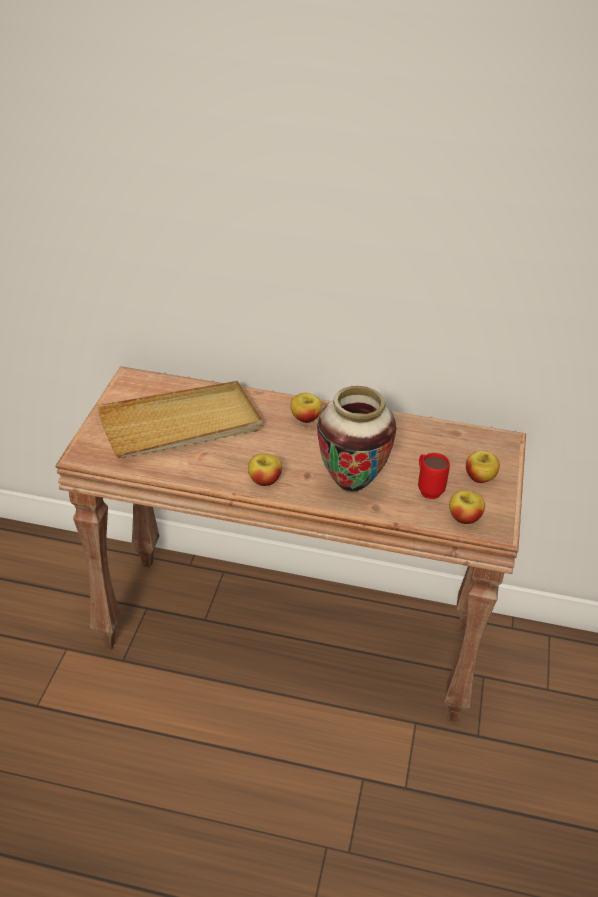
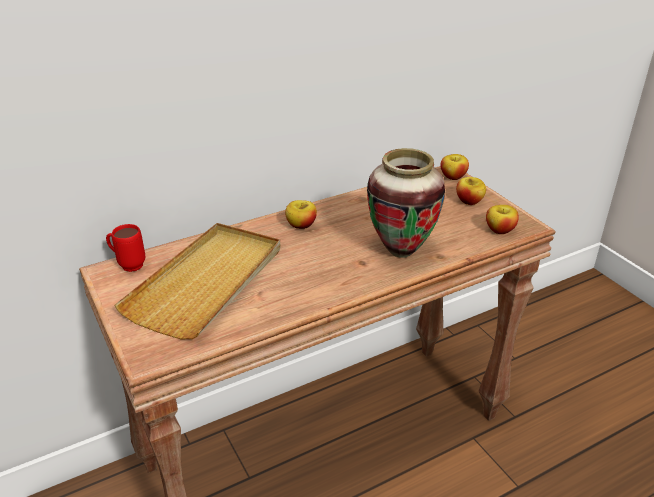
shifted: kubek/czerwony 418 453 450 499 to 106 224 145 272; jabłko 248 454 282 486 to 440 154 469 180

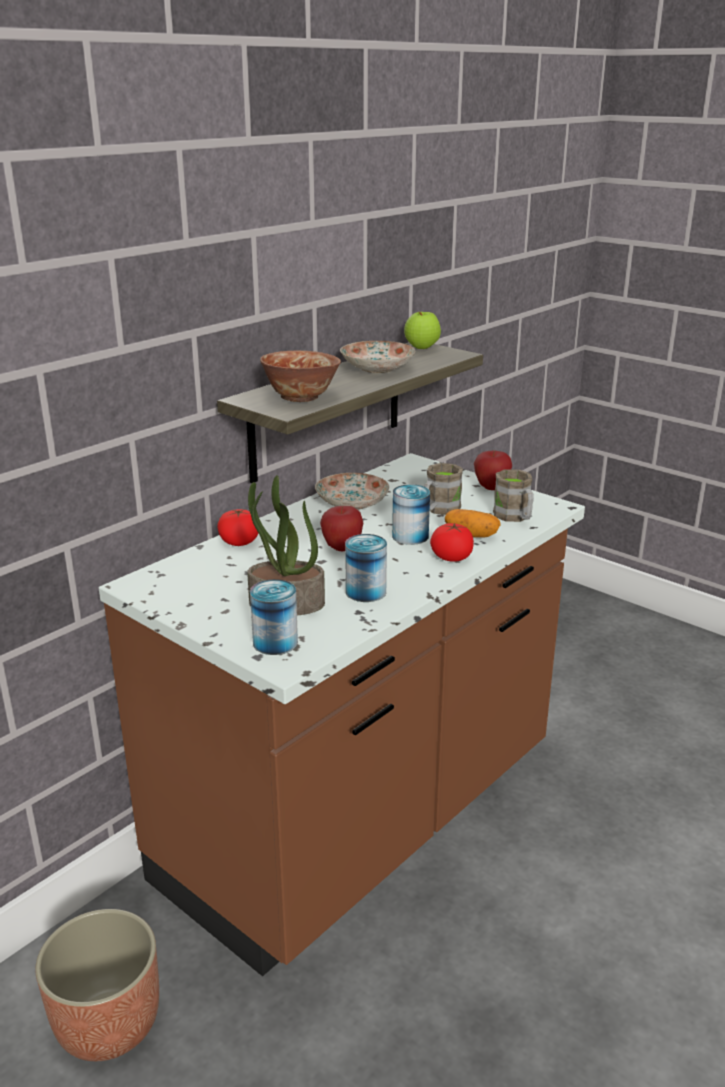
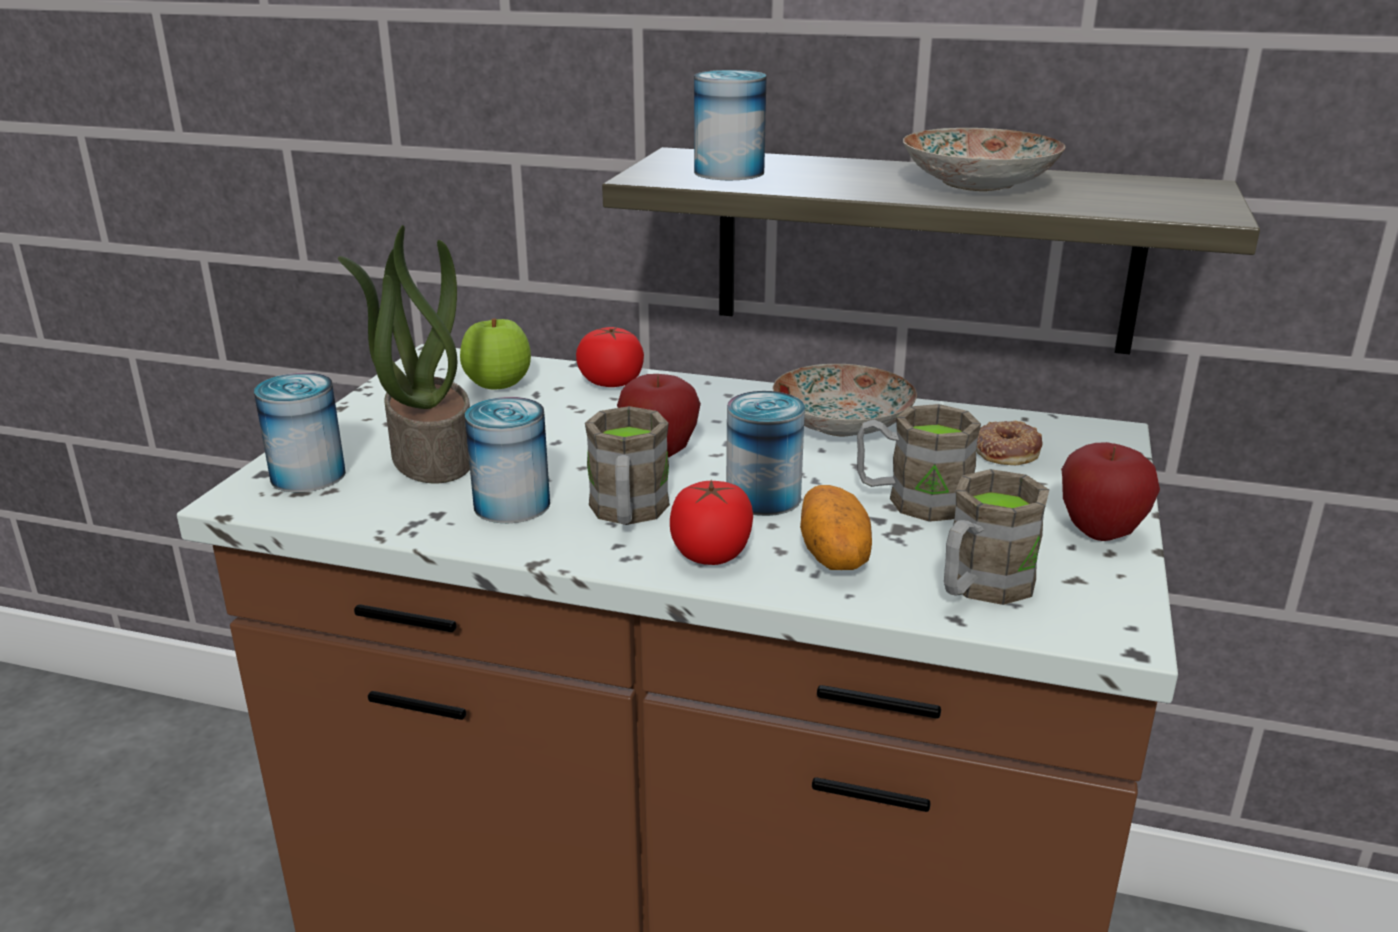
gone: donica 35 909 159 1061
new: kubek/brązowy 585 406 670 525; donut 976 421 1043 465
shifted: jabłko 404 312 441 349 to 460 318 531 390
swapped: miska 260 351 341 402 to puszka 694 70 767 180

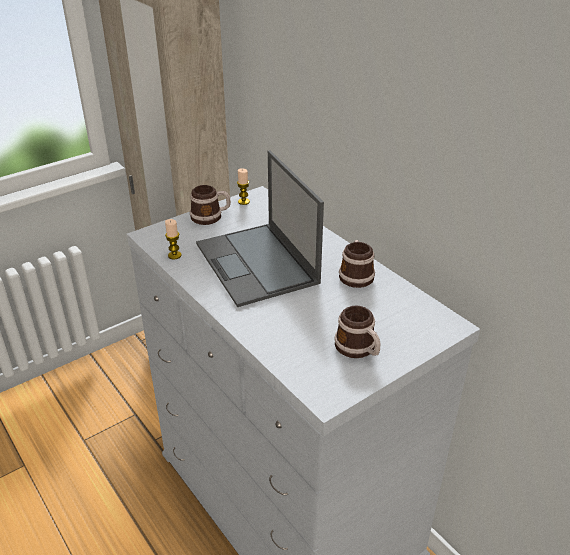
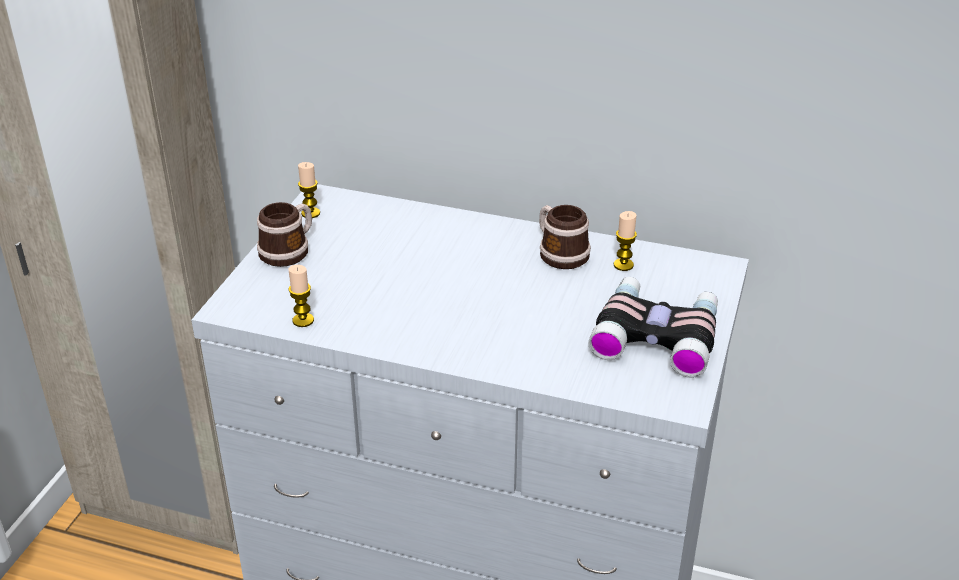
gone: laptop 196 150 324 307
new: świeca 614 211 637 271
swapped: kubek 334 306 380 358 to lornetka 588 277 718 378

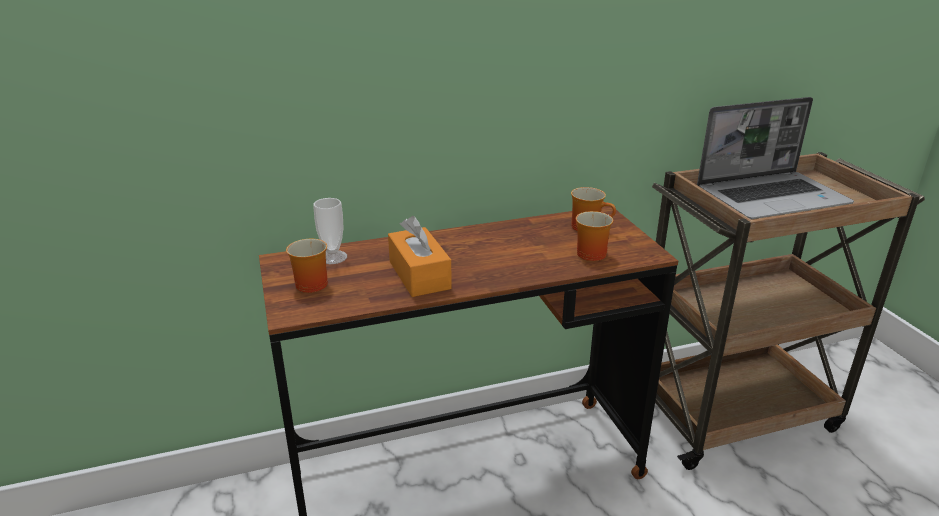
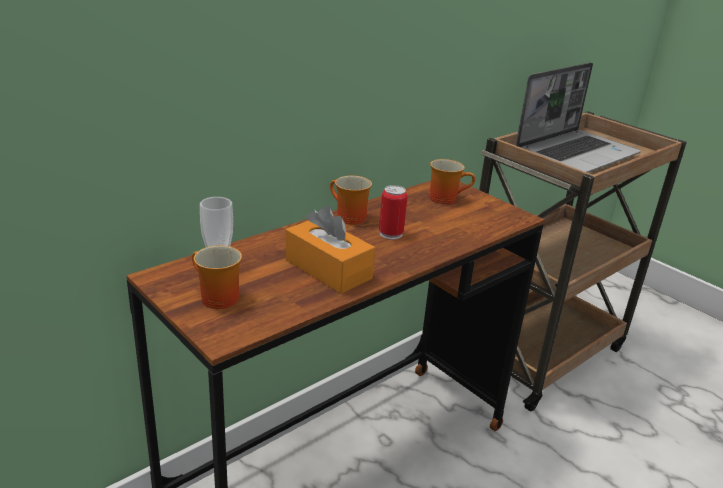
new: puszka 379 185 407 240
shifted: kubek 576 211 613 261 to 330 176 372 225

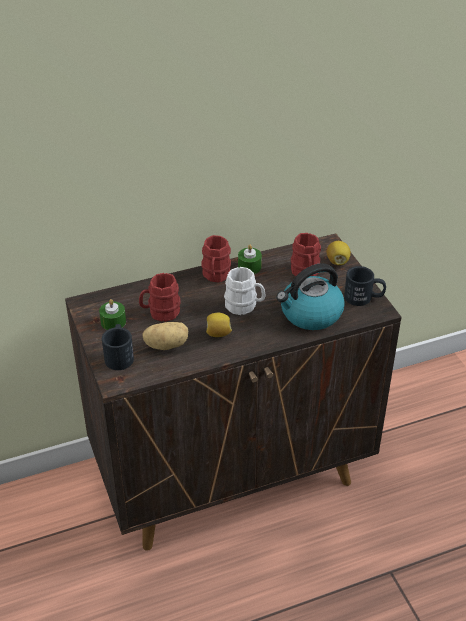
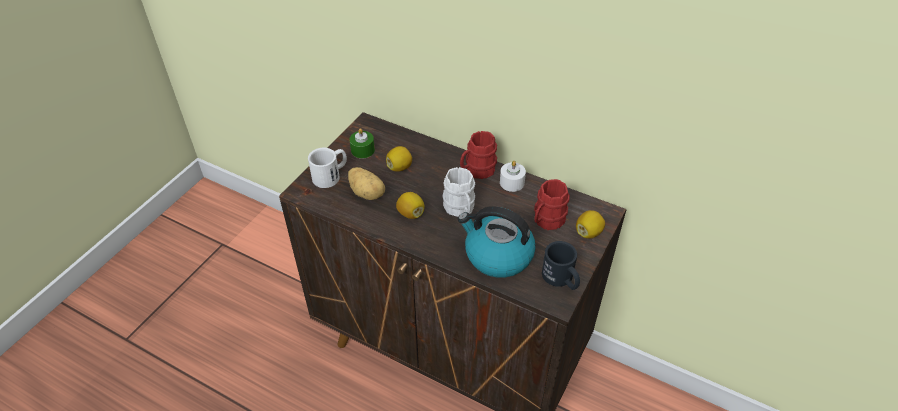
swapped: kubek/czerwony 139 273 181 322 to cytryna 386 146 412 172
repainted: świeca/zielony 238 245 262 274 to świeca/biały 500 161 526 192; kubek/czarny 102 324 134 370 to kubek/biały 308 148 347 188

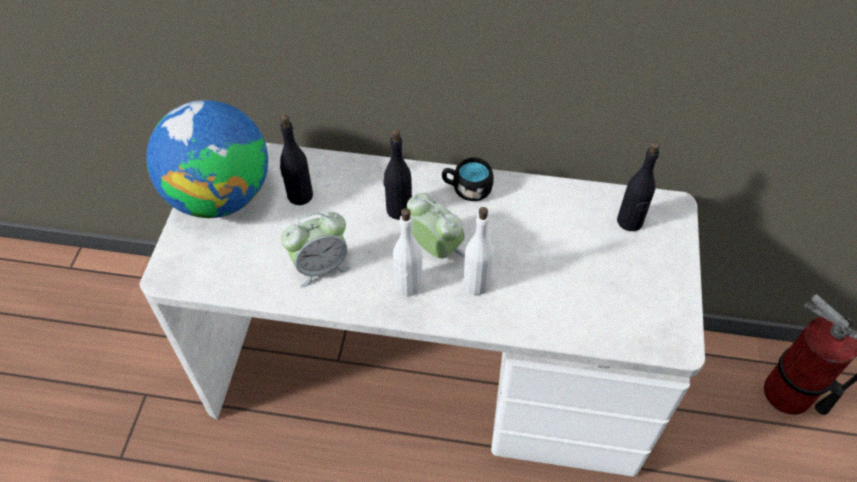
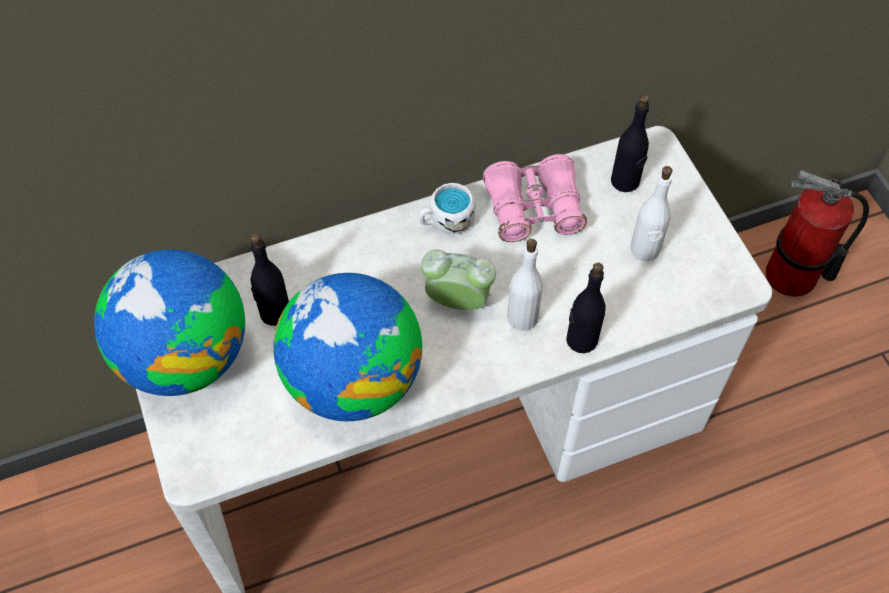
new: lornetka/różowy 483 154 587 242
shifted: butelka/czarny 383 130 412 220 to 566 263 606 353; butelka/biały 393 208 422 296 to 630 166 672 261
swapped: budzik 281 212 351 288 to globus 273 273 422 421
repainted: kubek/czarny 442 157 494 201 to kubek/biały 419 183 476 234

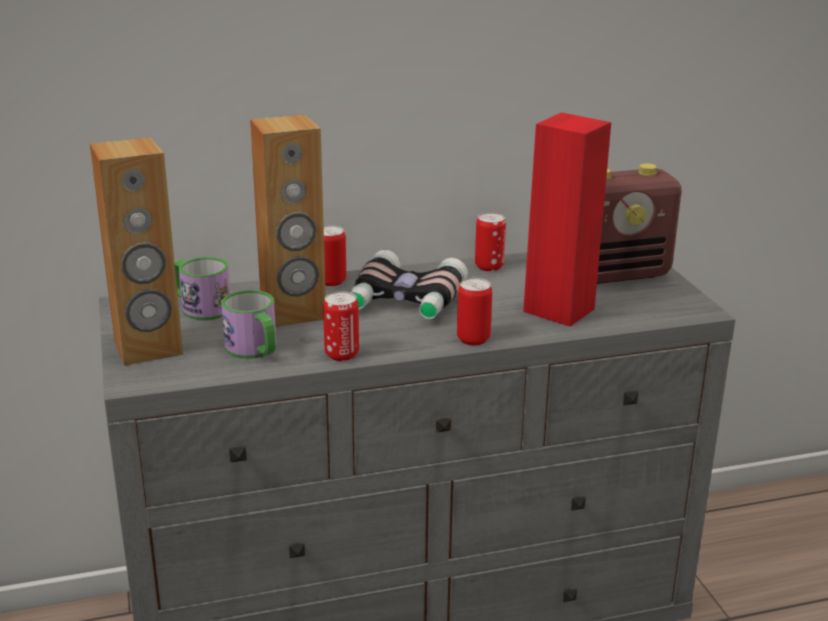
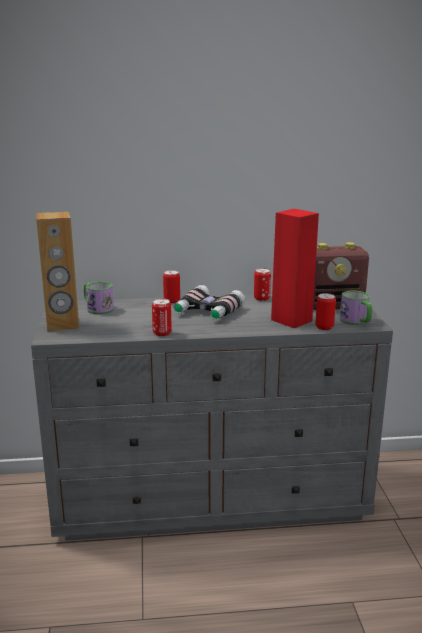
gone: głośnik/brązowy 250 114 326 327
shifted: puszka 457 278 492 345 to 315 293 336 330; kubek 221 290 276 359 to 340 291 372 325

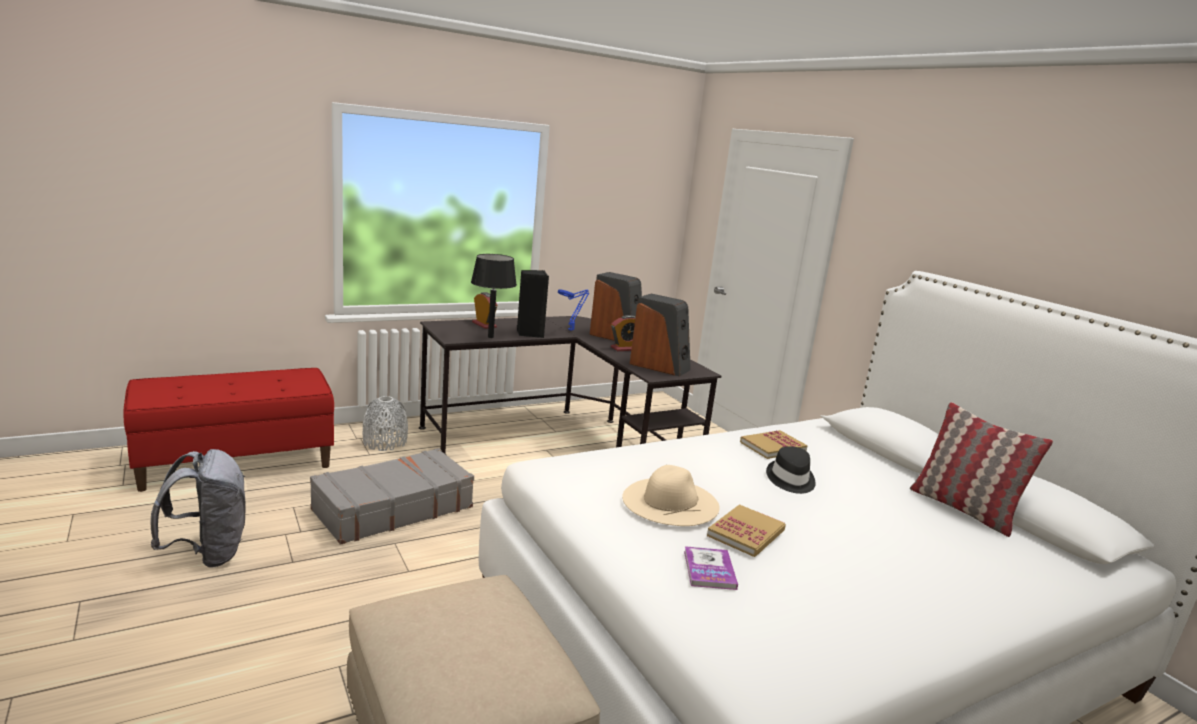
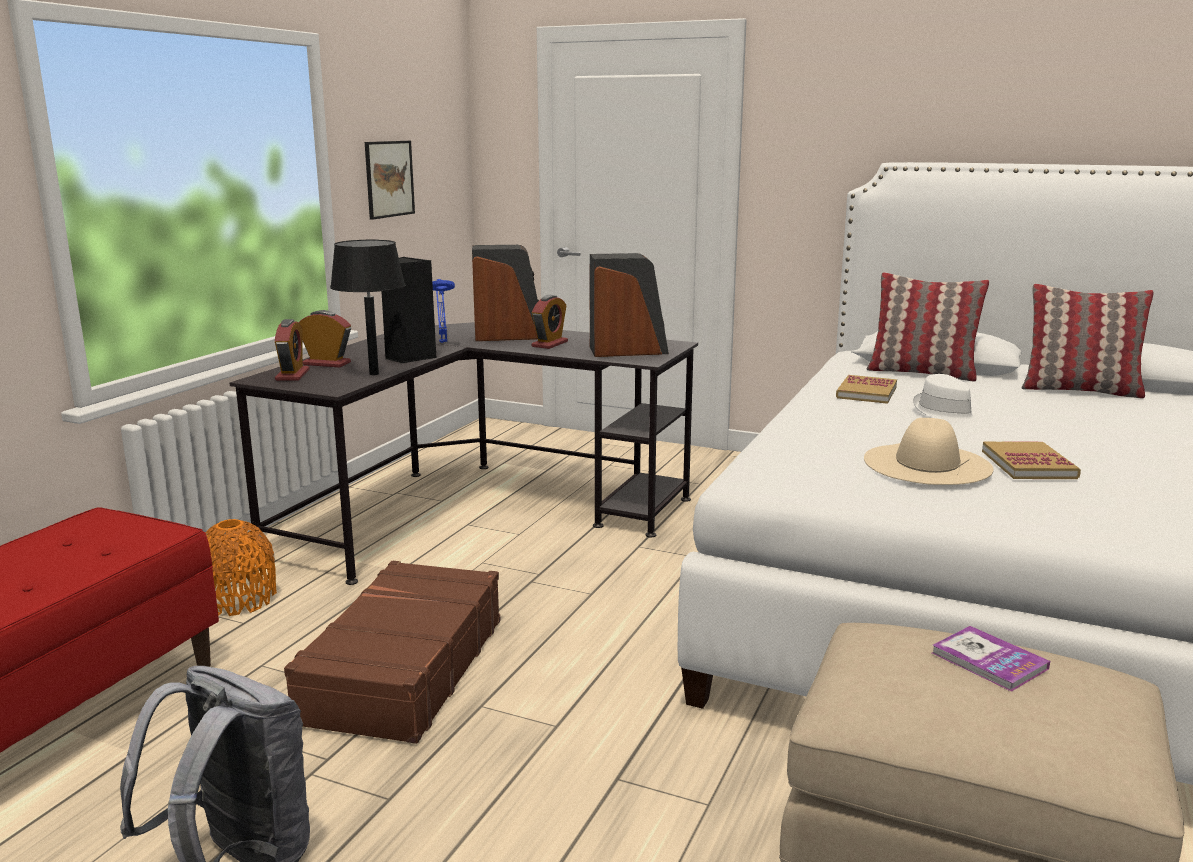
new: obraz 365 141 415 220; poduszka 867 272 989 382; budzik 275 319 310 381
shifted: książka 684 546 738 590 to 932 626 1050 692
repainted: wazon/szary 363 396 408 451 to wazon/pomarańczowy 205 519 277 616; kapelusz/czarny 766 446 815 494 to kapelusz/biały 913 374 980 422; walizka/szary 310 448 474 545 to walizka/brązowy 284 561 500 744

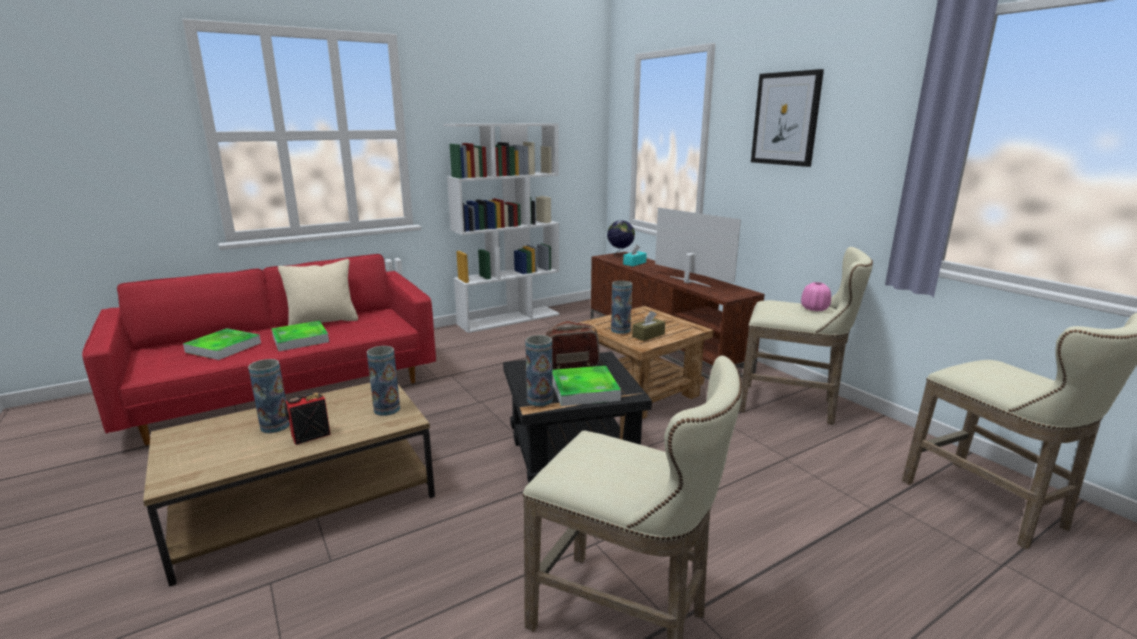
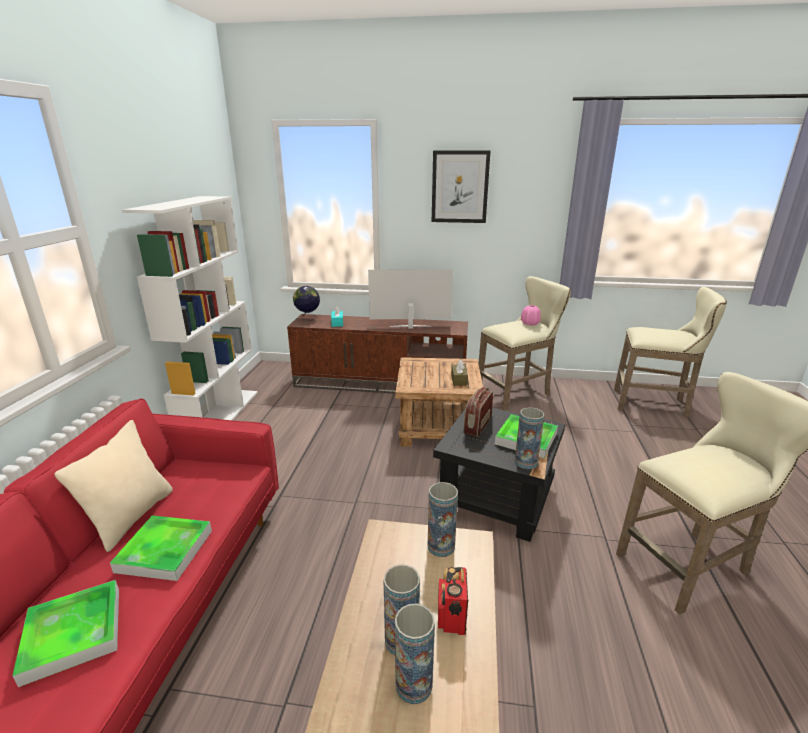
shifted: wazon 611 281 632 334 to 395 603 435 704

